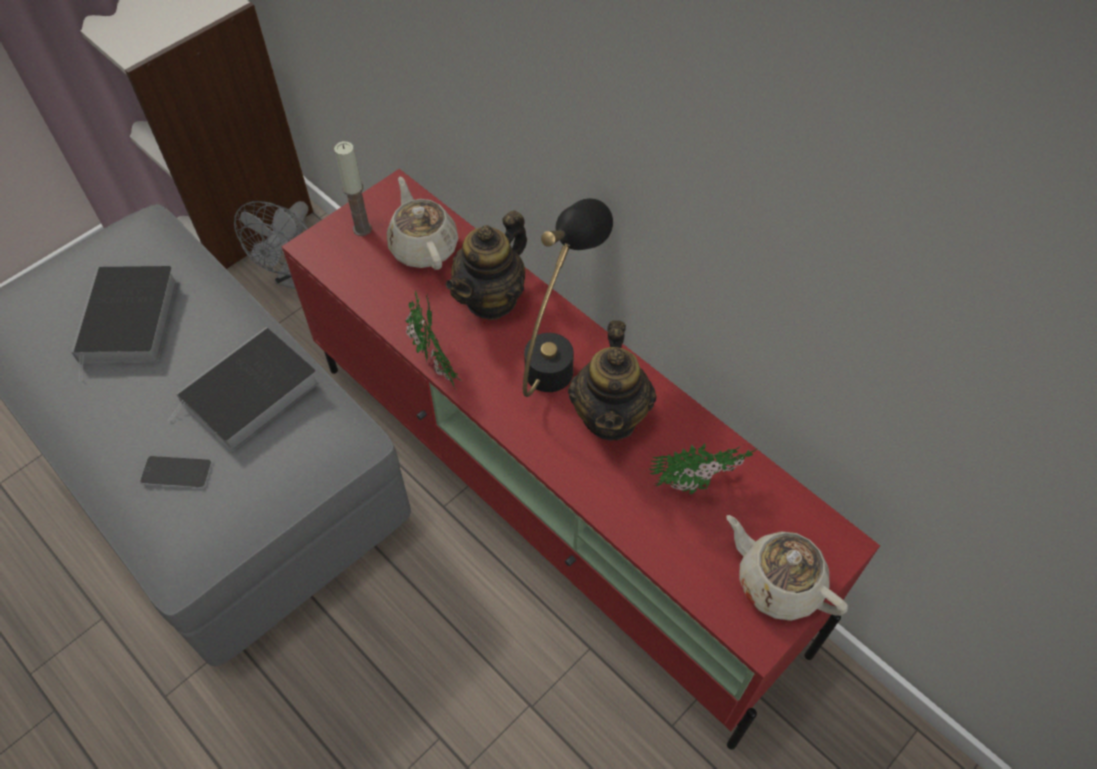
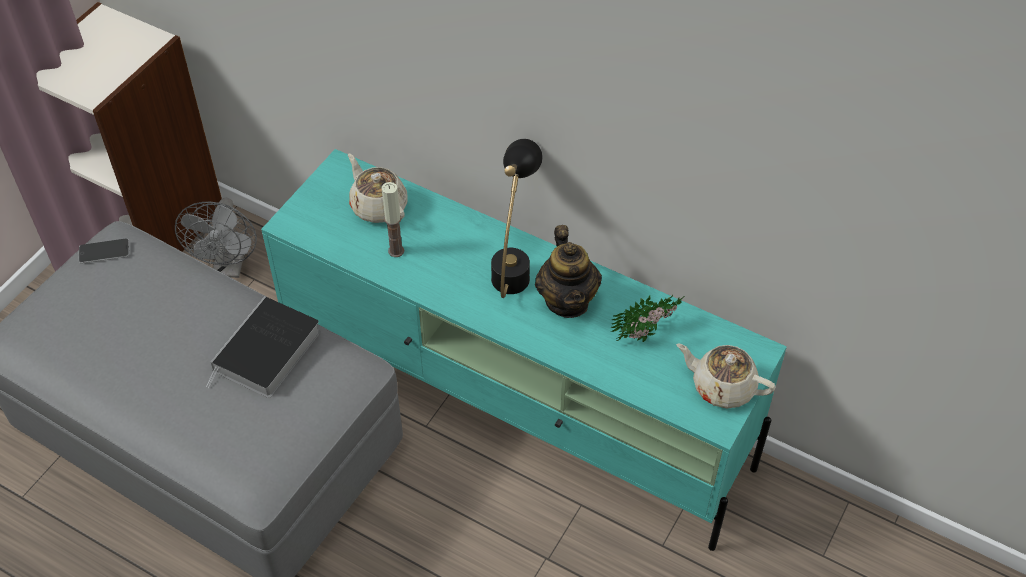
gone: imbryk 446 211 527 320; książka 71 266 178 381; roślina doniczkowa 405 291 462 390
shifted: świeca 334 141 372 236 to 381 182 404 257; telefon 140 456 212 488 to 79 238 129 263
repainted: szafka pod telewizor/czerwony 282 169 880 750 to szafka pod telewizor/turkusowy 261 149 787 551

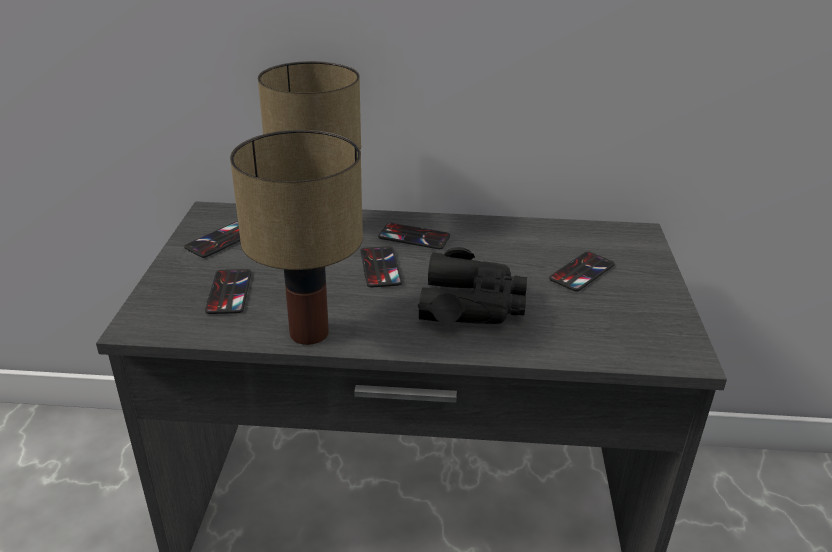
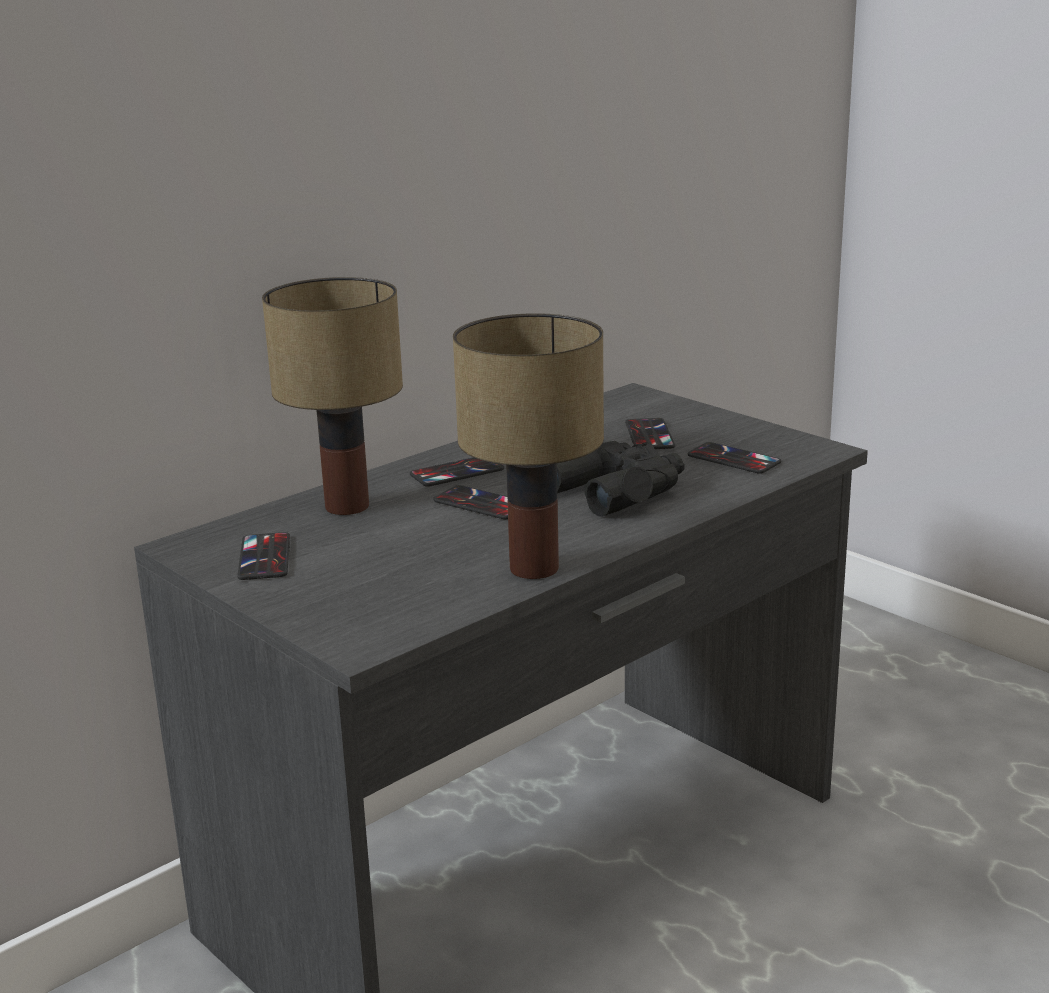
shifted: telefon 205 269 251 314 to 688 442 781 474

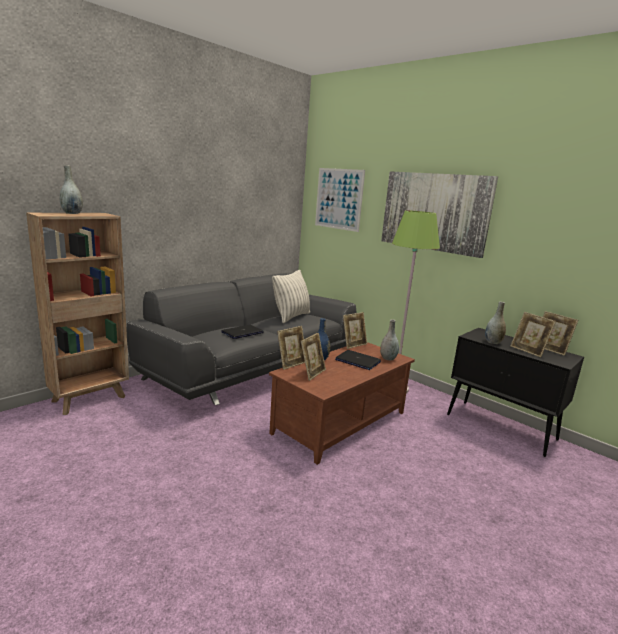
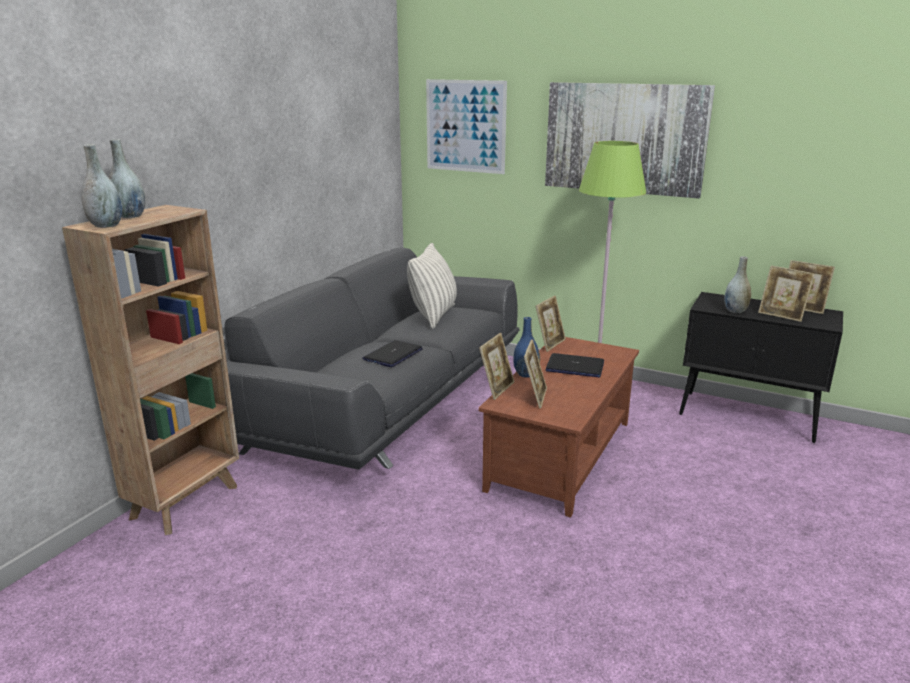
shifted: wazon/szary 380 319 399 360 to 81 144 122 228

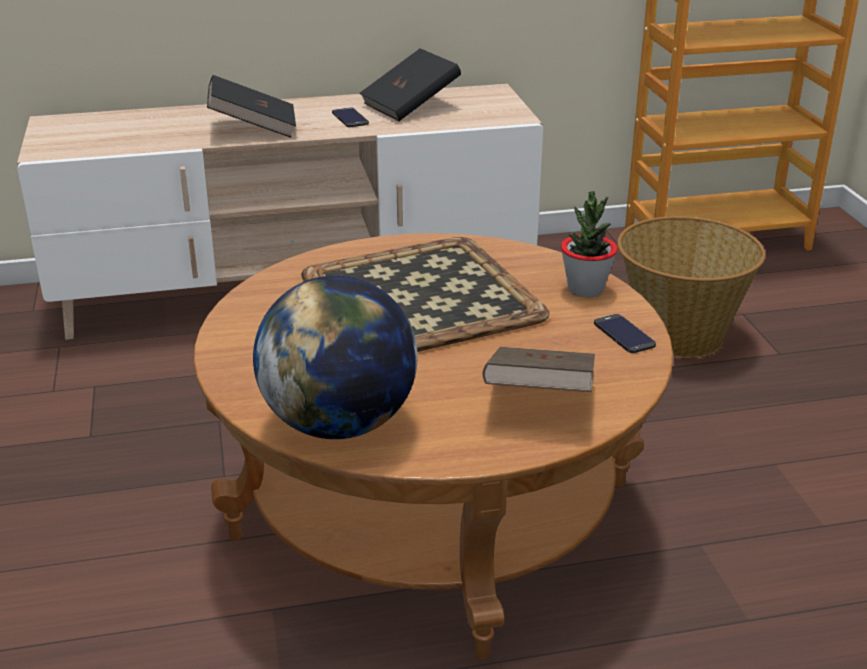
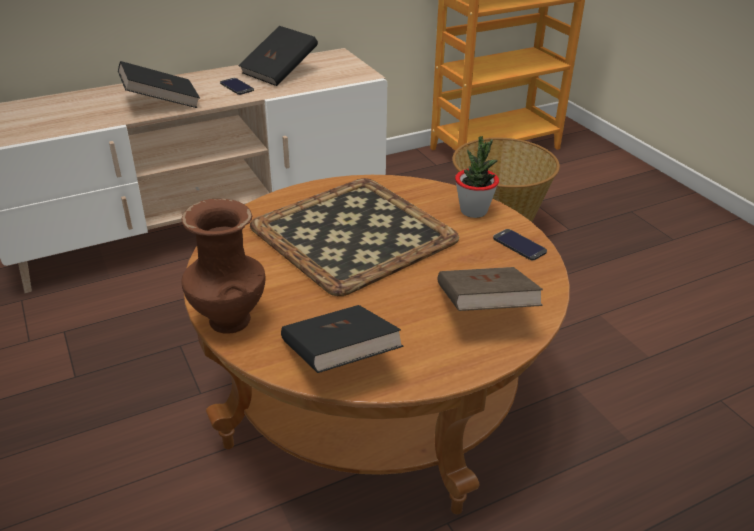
new: wazon/brązowy 181 198 265 334
swapped: globus 253 276 418 439 to książka/czarny 281 305 404 373

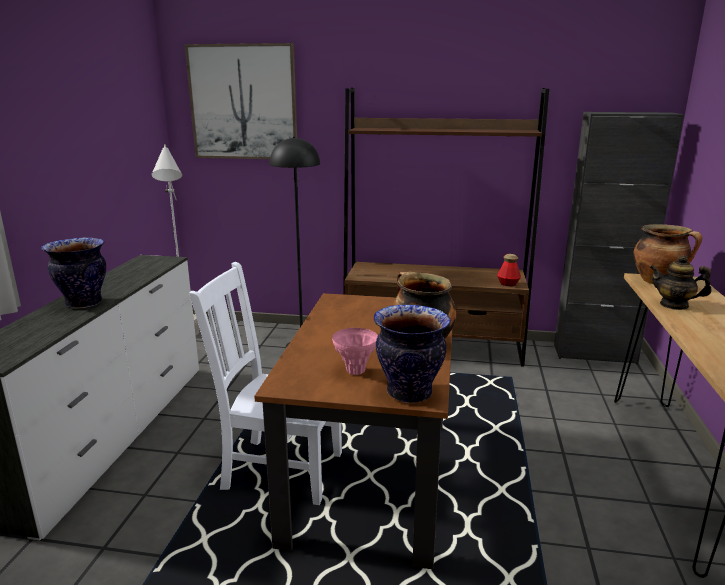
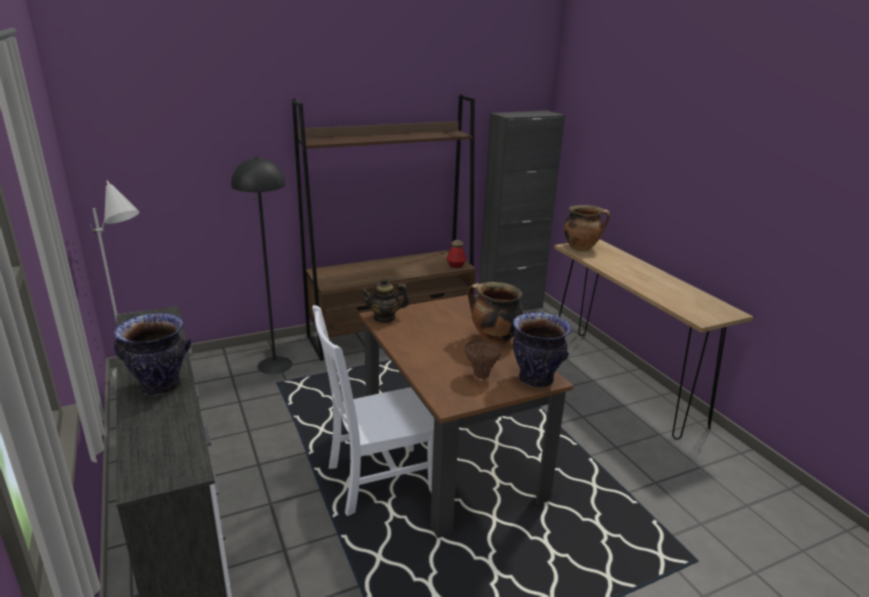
gone: obraz 184 43 297 159
shifted: imbryk 649 255 711 310 to 360 277 409 323
repainted: wazon/różowy 332 328 378 375 to wazon/brązowy 465 339 502 379

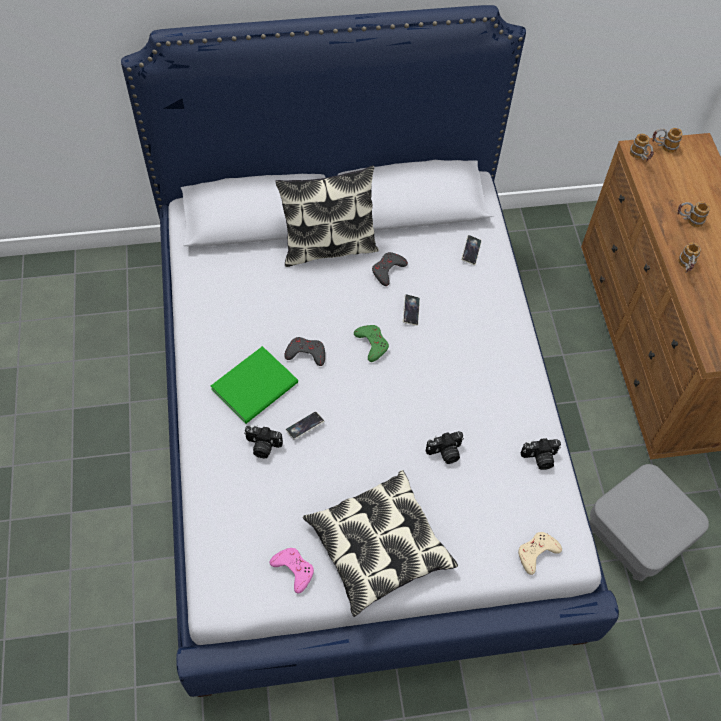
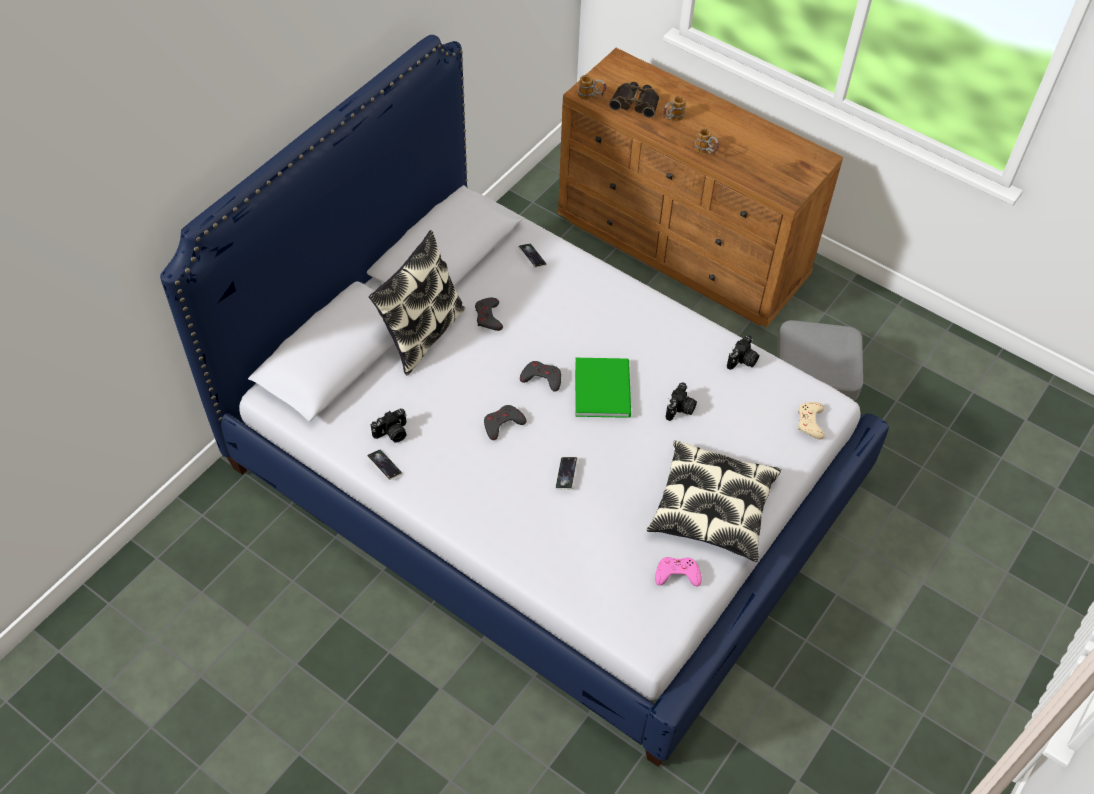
gone: kubek 652 128 683 153
new: lornetka 609 82 659 118
shifted: telefon 403 294 420 326 to 367 449 402 480; książka/zielony 211 346 298 424 to 575 358 631 418; aparat fotograficzny 244 425 283 458 to 371 409 407 443
repainted: pad do gier/zielony 354 325 389 362 to pad do gier/szary 520 361 561 392

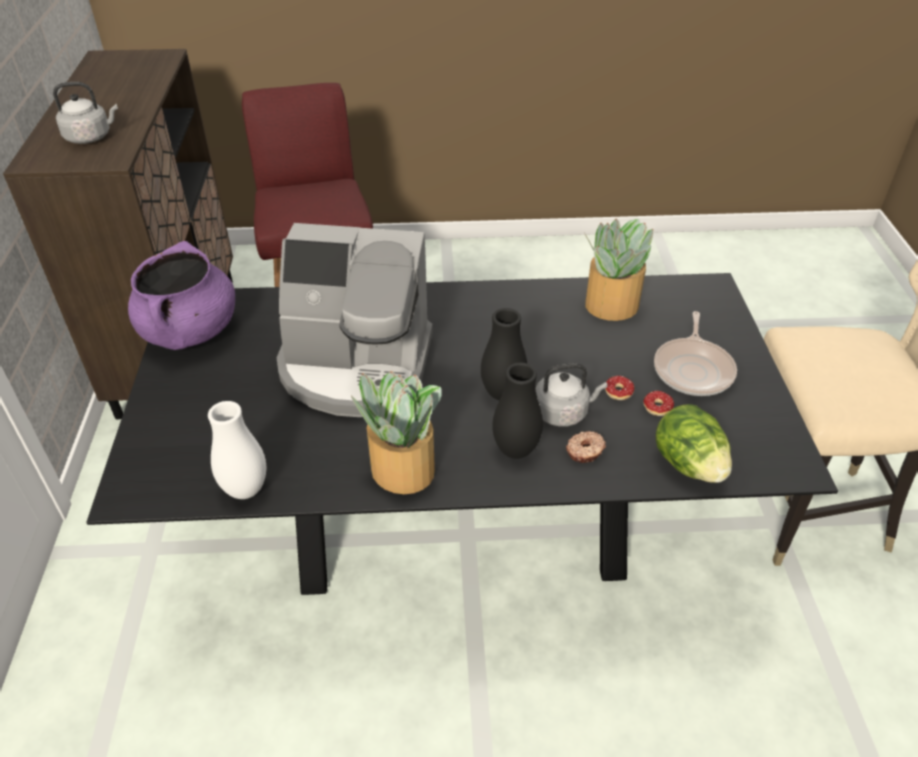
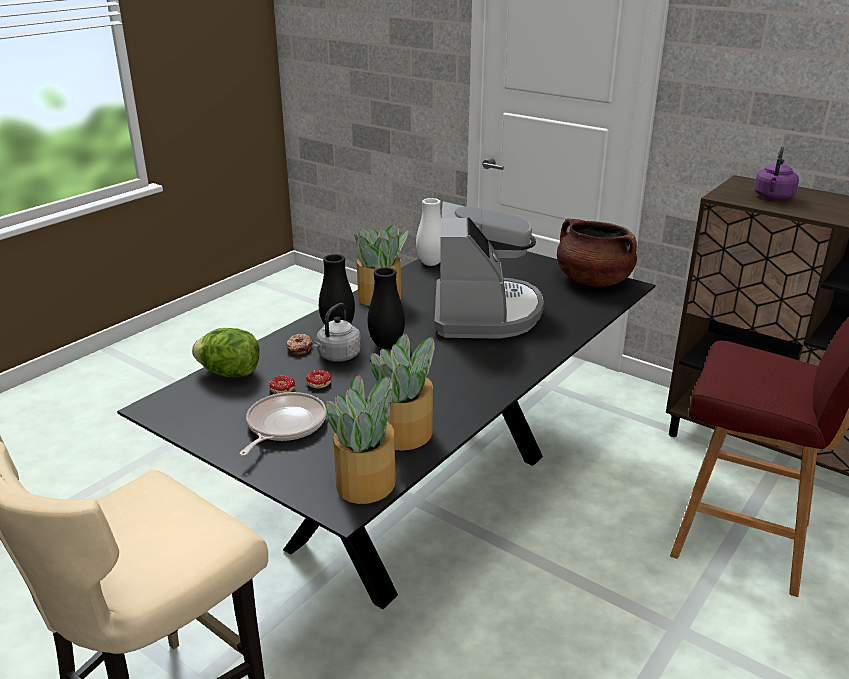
new: roślina doniczkowa 326 375 396 504
repainted: czajnik/szary 53 82 118 144 to czajnik/fioletowy 754 147 799 200; garnek/fioletowy 128 241 235 350 to garnek/brązowy 557 218 637 287
rotated: ekspres do kawy 277 223 433 417 = 434 201 544 339 135 degrees clockwise; patelnia 654 311 737 396 = 240 392 326 456 60 degrees clockwise

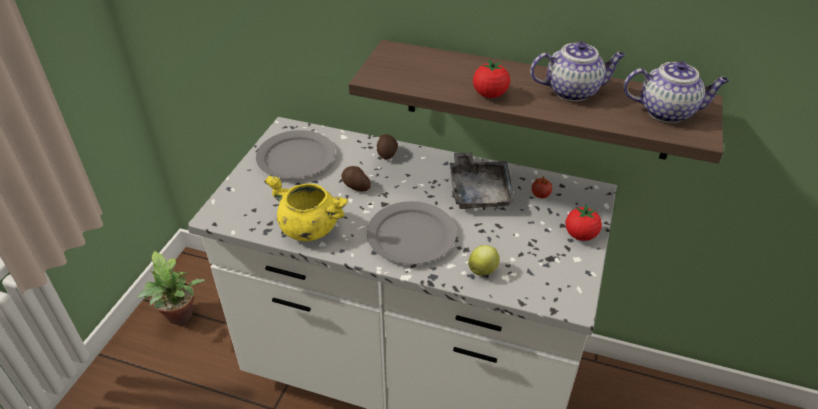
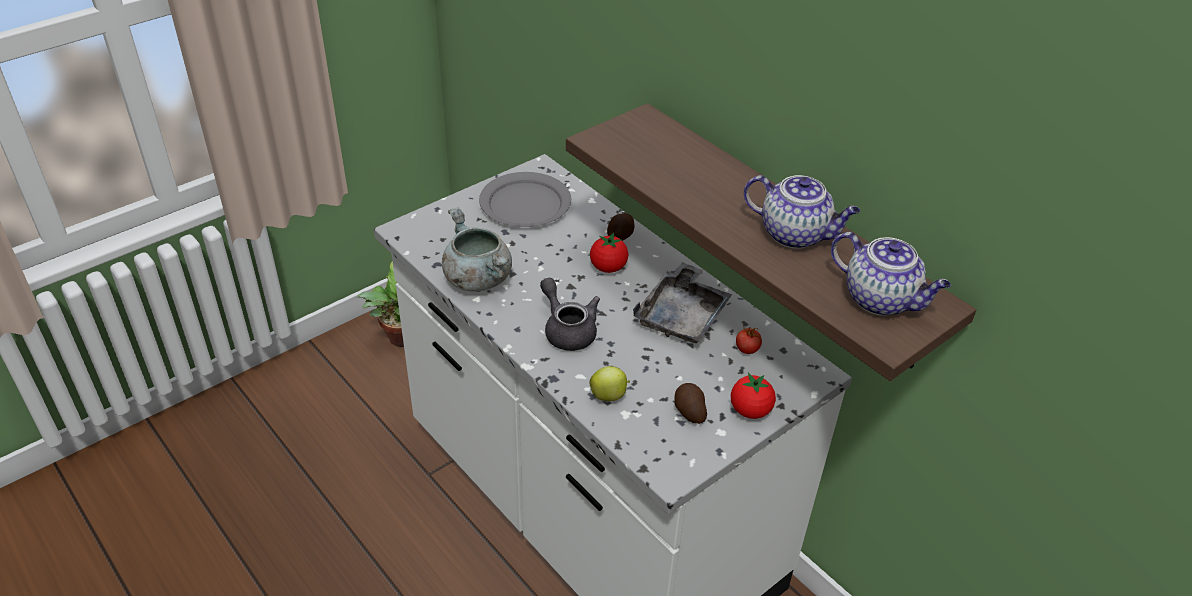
shifted: pomidor 473 59 510 98 to 590 233 629 273; ziemniak 342 166 371 191 to 674 383 707 424
swapped: talerz/szary 367 201 457 264 to imbryk/szary 540 278 600 351
repainted: garnek/żółty 264 176 348 241 to garnek/szary 442 208 512 292

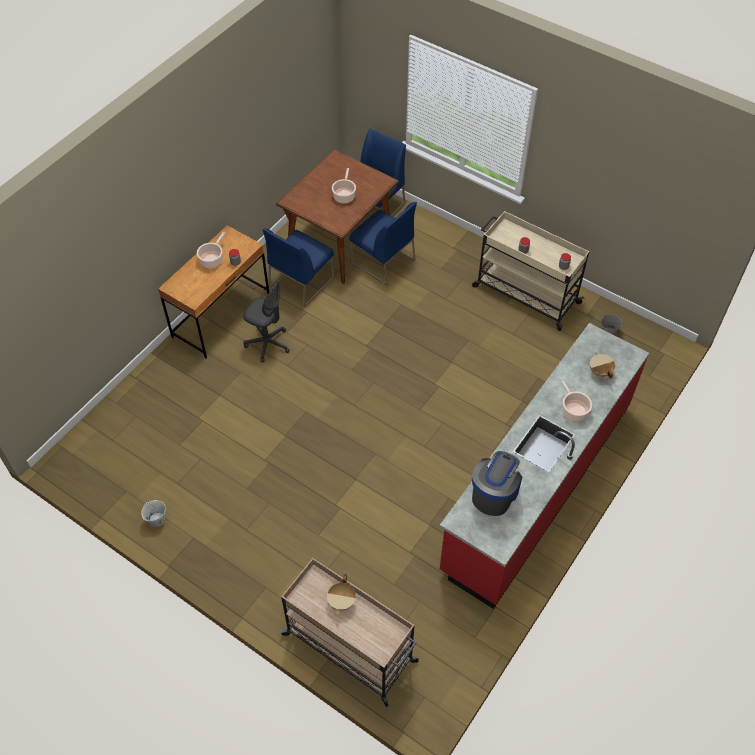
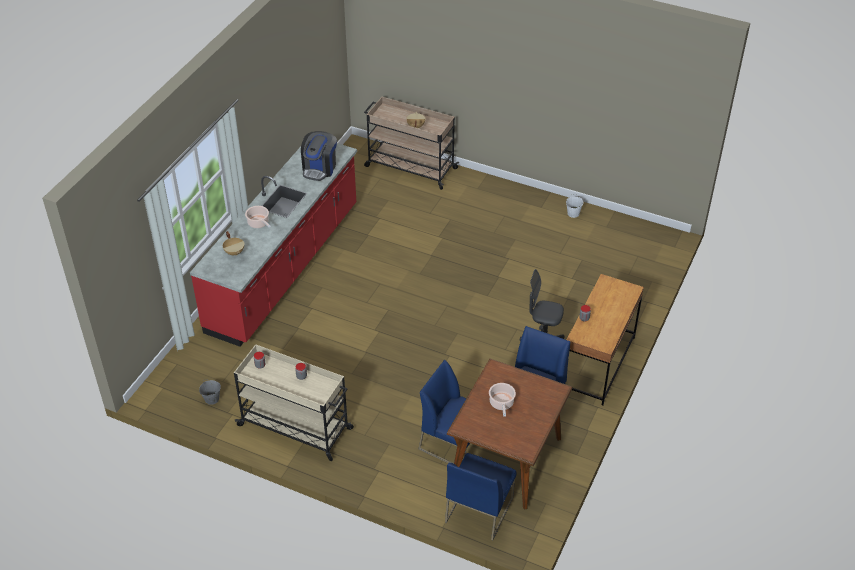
gone: garnek 197 232 225 268

